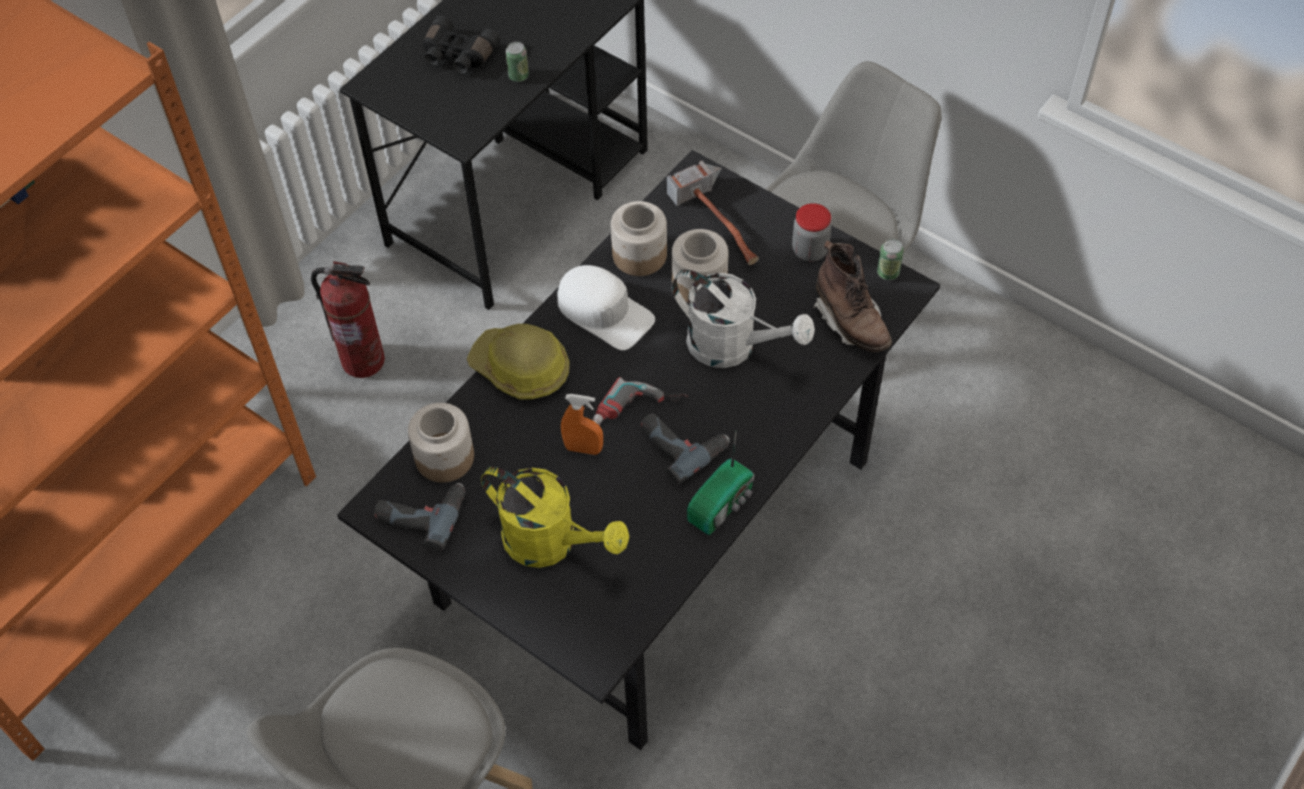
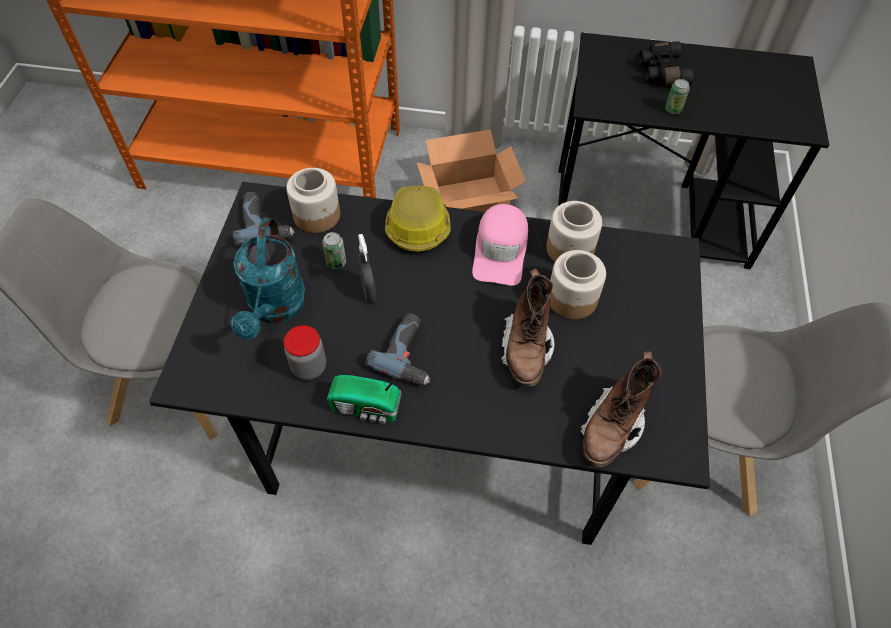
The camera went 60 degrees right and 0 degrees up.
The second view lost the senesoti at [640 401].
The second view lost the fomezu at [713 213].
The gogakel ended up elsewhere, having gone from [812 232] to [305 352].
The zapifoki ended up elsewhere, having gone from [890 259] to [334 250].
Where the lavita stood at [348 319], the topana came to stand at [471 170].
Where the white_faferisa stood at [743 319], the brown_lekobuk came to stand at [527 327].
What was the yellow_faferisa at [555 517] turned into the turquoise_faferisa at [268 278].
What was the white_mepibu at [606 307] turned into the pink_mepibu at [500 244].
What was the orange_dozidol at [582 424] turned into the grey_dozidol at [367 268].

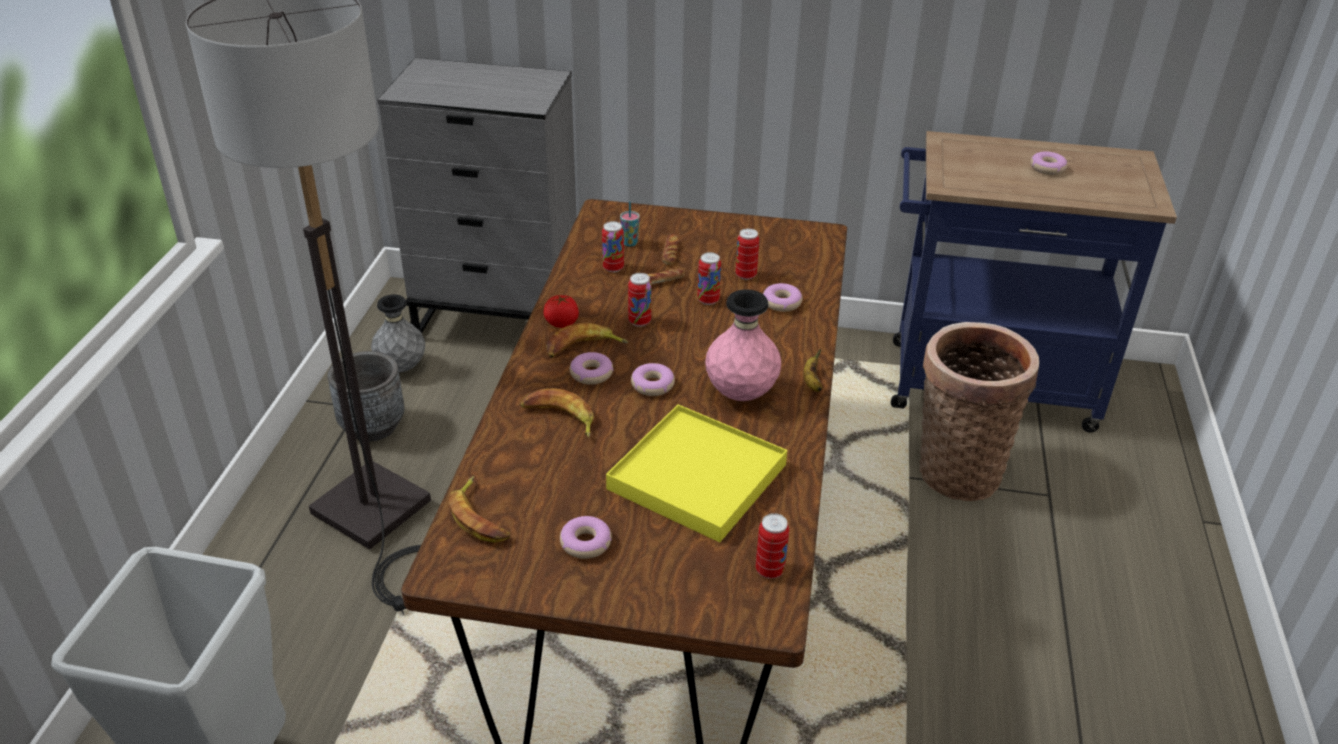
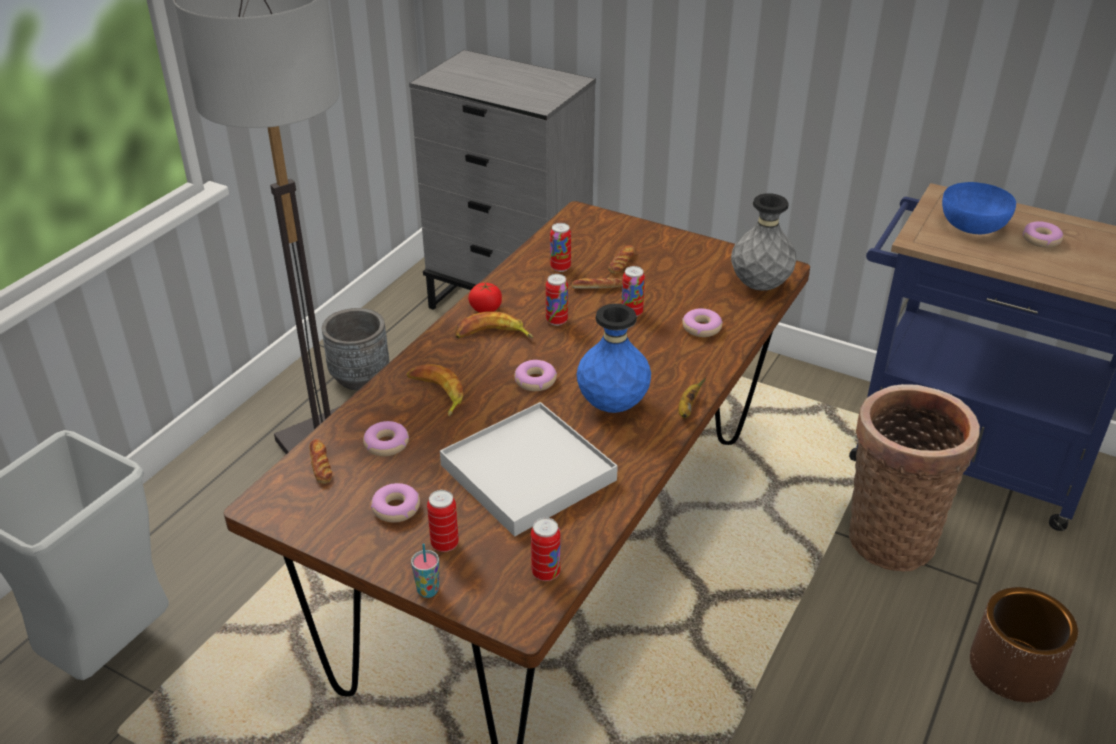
The camera went 20 degrees right and 0 degrees up.
The second view gained the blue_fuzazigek at [979 208].
The second view gained the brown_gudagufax at [1024 644].
The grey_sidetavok ended up elsewhere, having gone from [398 333] to [764 242].
The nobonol ended up elsewhere, having gone from [591 368] to [386 438].
The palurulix ended up elsewhere, having gone from [630 224] to [425 570].
The zapifoki ended up elsewhere, having gone from [747 254] to [443 521].
Where the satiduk stood at [479 509], the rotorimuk came to stand at [320 461].
What was the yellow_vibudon at [696 473] turned into the white_vibudon at [529 469].
What was the pink_sidetavok at [743 345] turned into the blue_sidetavok at [614 358].

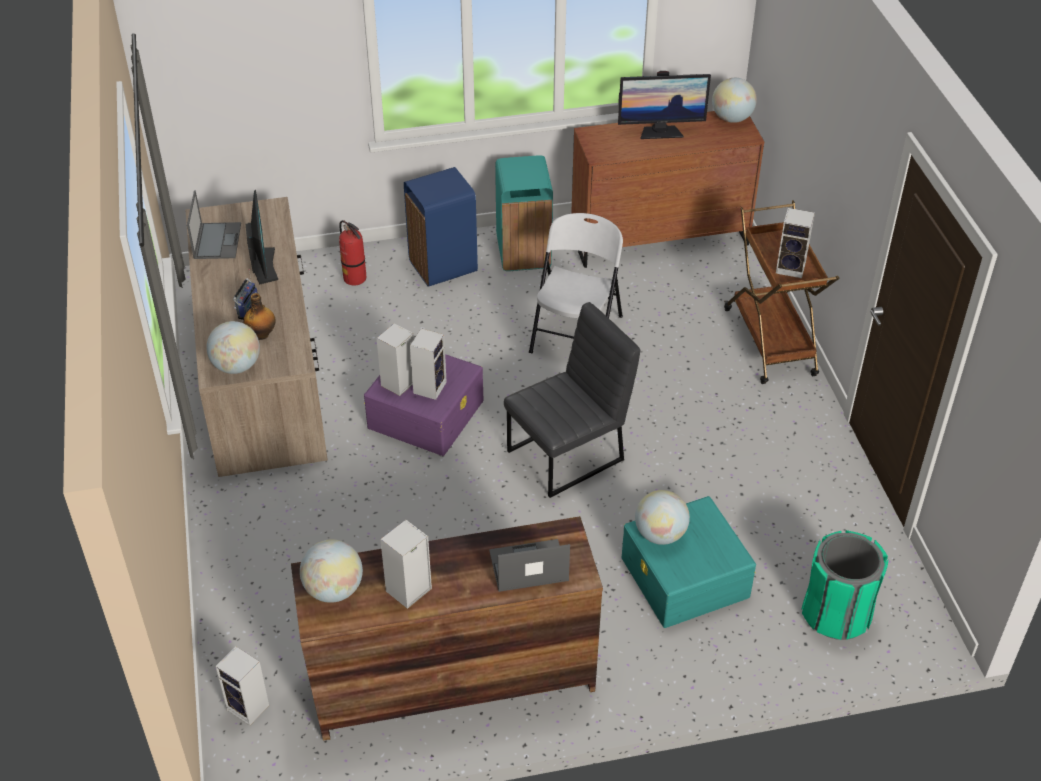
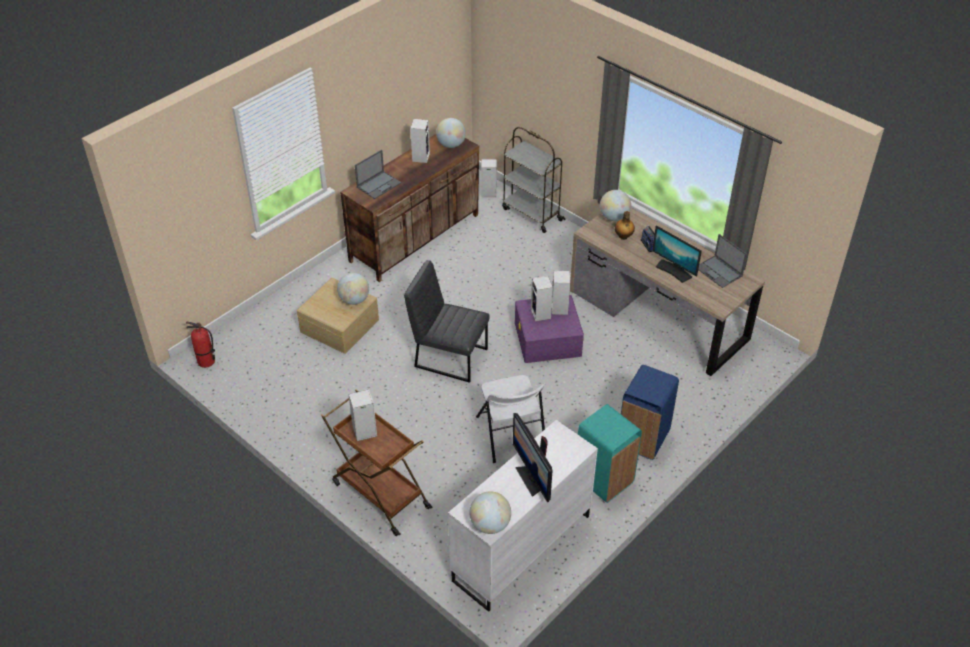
The camera went 145 degrees right and 0 degrees up.
The second view lost the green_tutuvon at [845 585].
The second view gained the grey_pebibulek at [533 180].
The lavita ended up elsewhere, having gone from [352 252] to [200 345].
What was the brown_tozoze at [667 189] turned into the white_tozoze at [523 516].
What was the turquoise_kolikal at [689 562] turned into the beige_kolikal at [338 316].
The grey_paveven at [572 400] ended up facing another way, 90 degrees clockwise from before.
The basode at [664 105] ended up facing another way, 75 degrees counterclockwise from before.

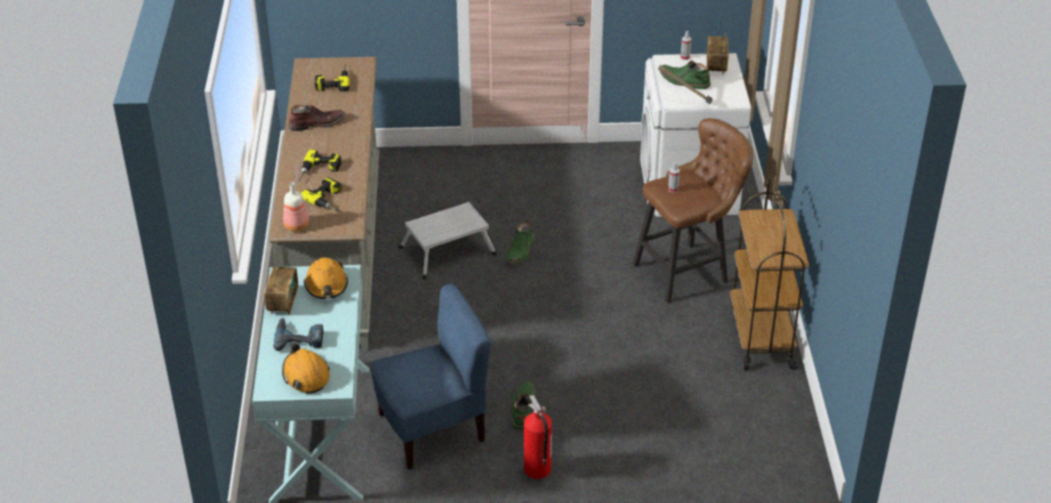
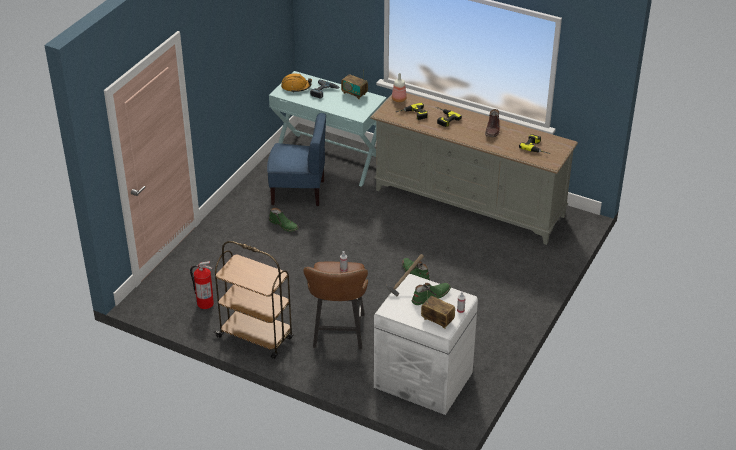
The camera went 120 degrees right and 0 degrees up.
The second view lost the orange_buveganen at [326 278].
The second view lost the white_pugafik at [448 241].
The lavita ended up elsewhere, having gone from [538 437] to [202 285].
The blue_paveven at [431 377] ended up facing another way, 90 degrees counterclockwise from before.

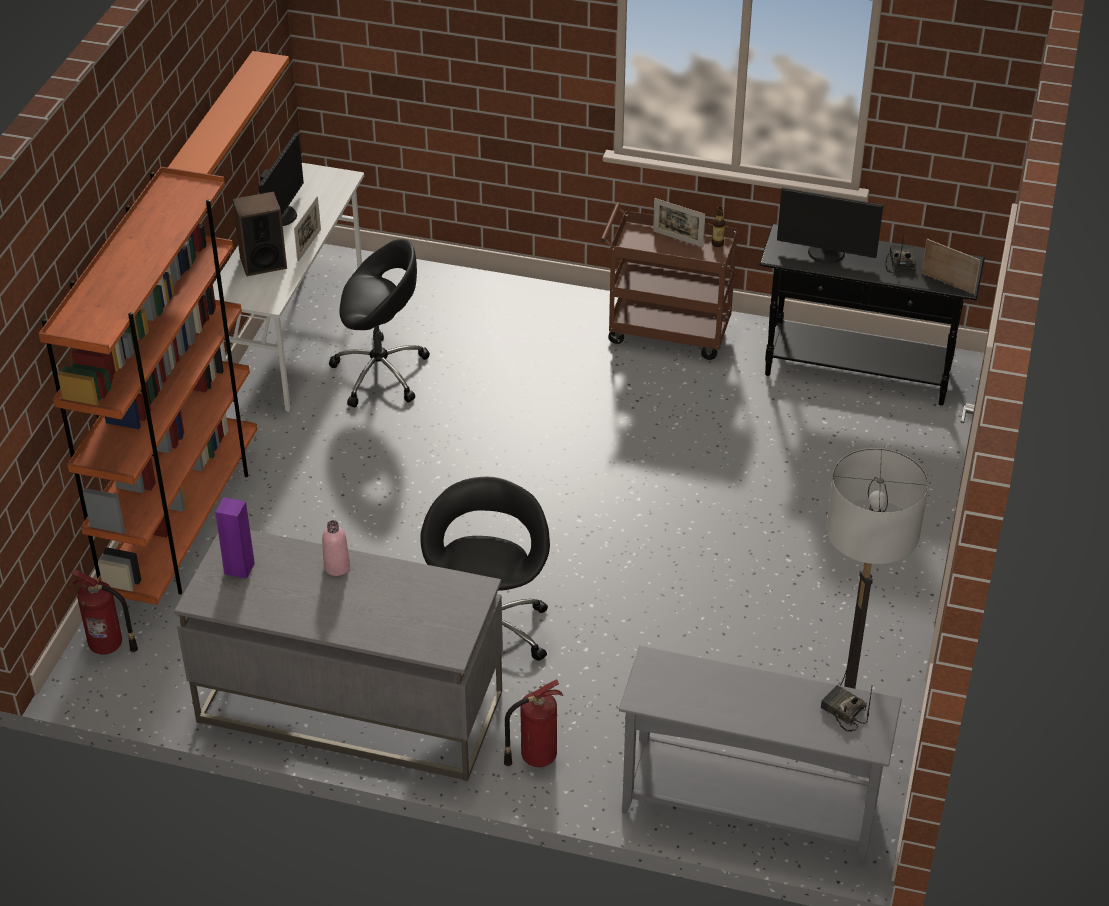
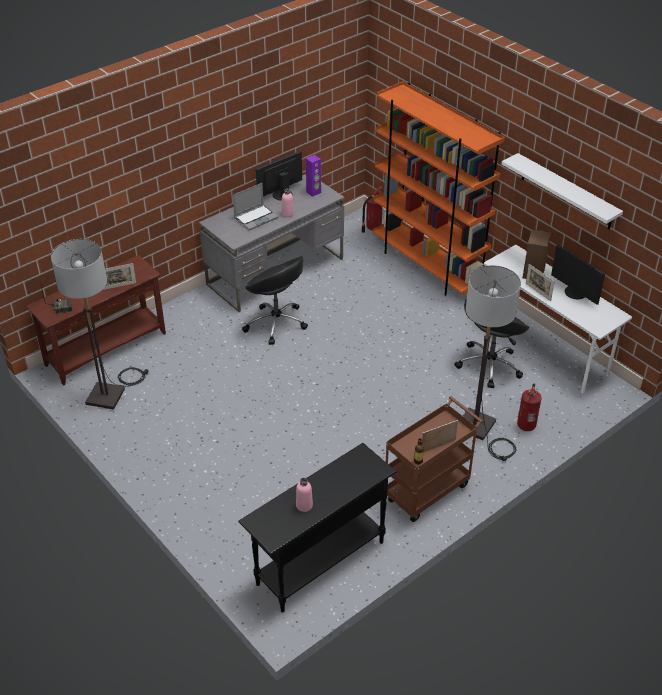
The camera went 125 degrees right and 0 degrees up.
The second view gained the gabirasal at [255 206].
The second view gained the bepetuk at [492 363].
The lavita ended up elsewhere, having gone from [533 723] to [529 407].
The basode ended up elsewhere, having gone from [830 226] to [279 175].
The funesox ended up elsewhere, having gone from [951 266] to [119 276].
Where the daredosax stood at [901 252], the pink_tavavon came to stand at [304 495].
What was the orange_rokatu at [228 112] turned into the white_rokatu at [562 191].
What was the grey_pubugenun at [760 756] turned into the brown_pubugenun at [96 320].

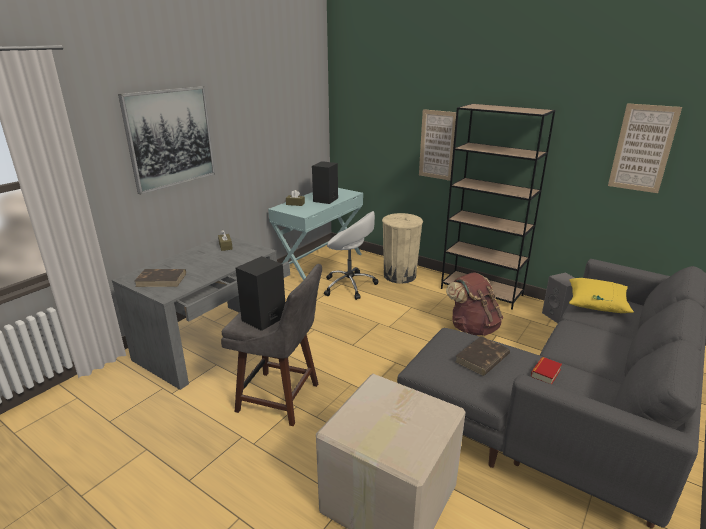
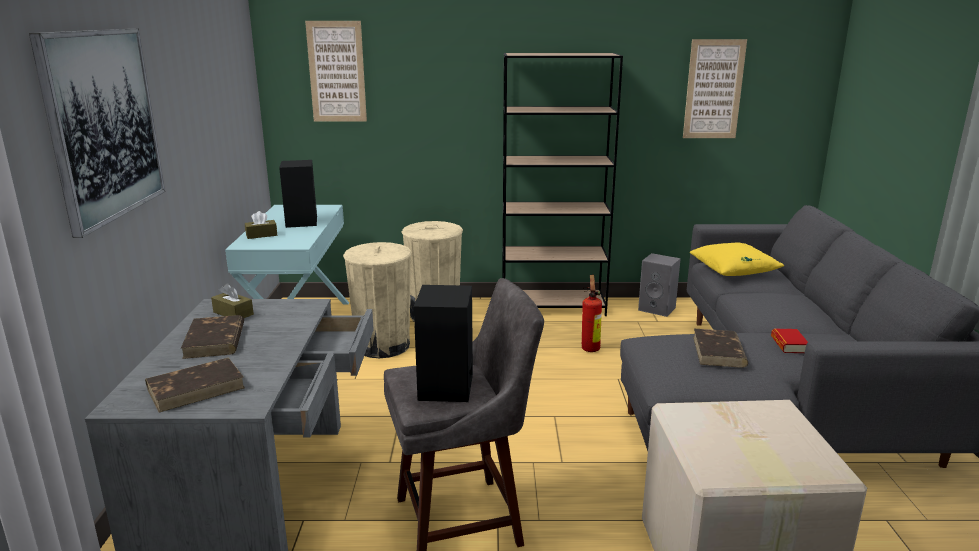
The camera went 35 degrees left and 5 degrees down.
The second view gained the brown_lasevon at [212 337].
The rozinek ended up elsewhere, having gone from [437 144] to [336 71].
Where the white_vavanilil stood at [351 255], the beige_tutuvon came to stand at [377 300].
Where the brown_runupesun stood at [474 304], the lavita came to stand at [592 313].

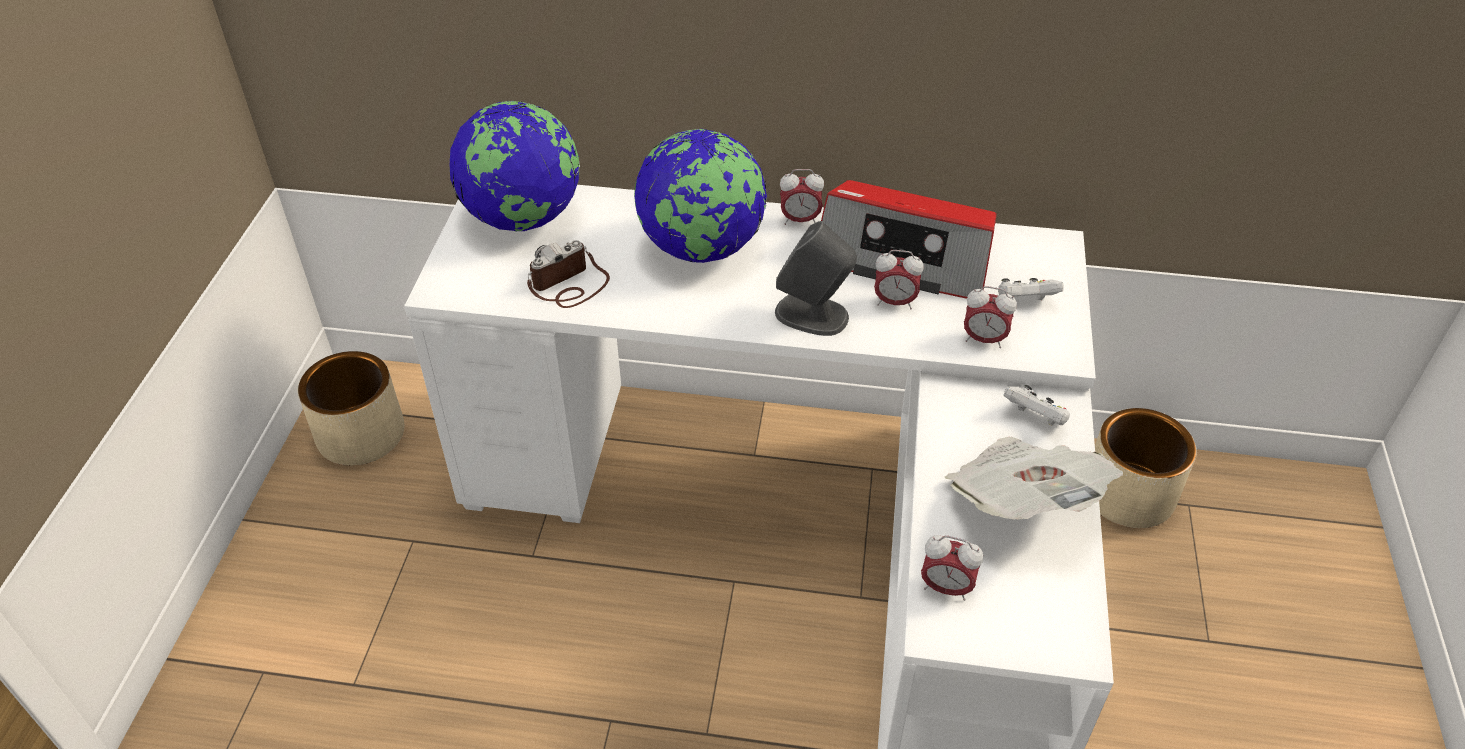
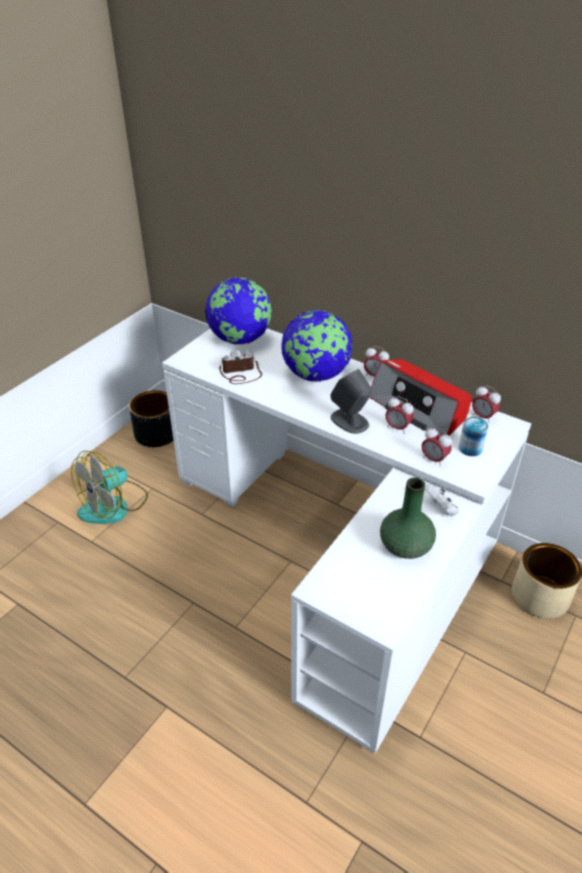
The camera went 25 degrees right and 5 degrees down.
The second view gained the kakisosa at [109 487].
The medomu ended up elsewhere, having gone from [952 568] to [486 404].
Where the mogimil stood at [1034 478], the green_sidetavok came to stand at [408 518].
Where the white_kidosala stood at [1031 289], the zapifoki came to stand at [473 436].
What was the beige_gudagufax at [351 408] turned into the black_gudagufax at [151 418].

